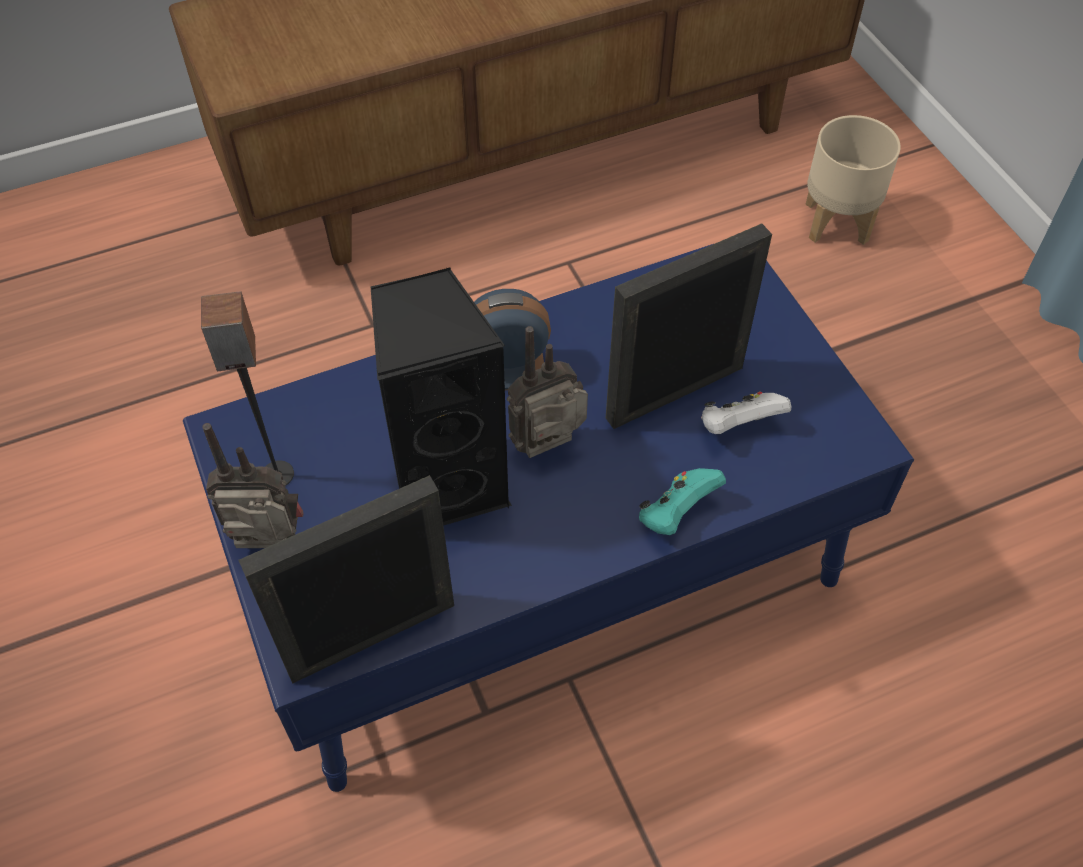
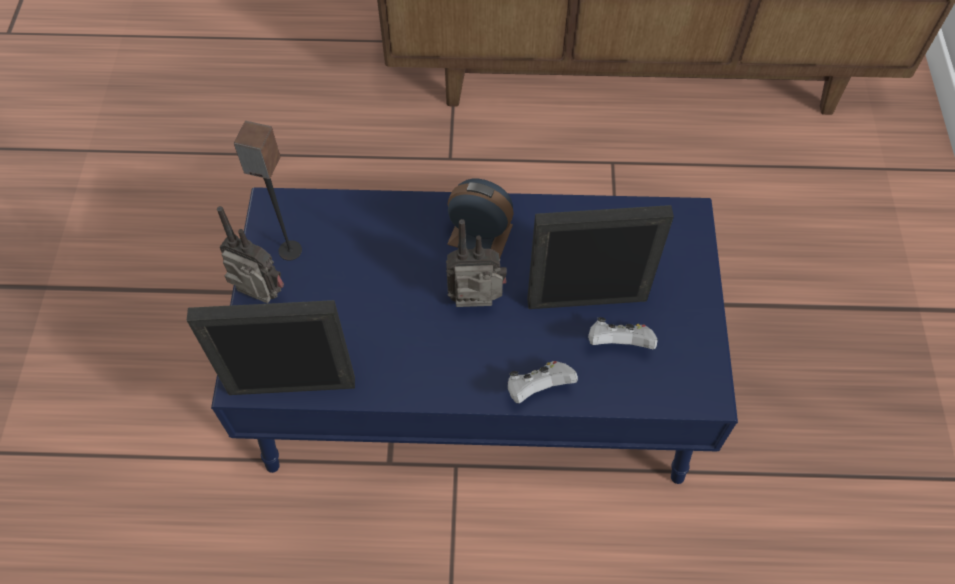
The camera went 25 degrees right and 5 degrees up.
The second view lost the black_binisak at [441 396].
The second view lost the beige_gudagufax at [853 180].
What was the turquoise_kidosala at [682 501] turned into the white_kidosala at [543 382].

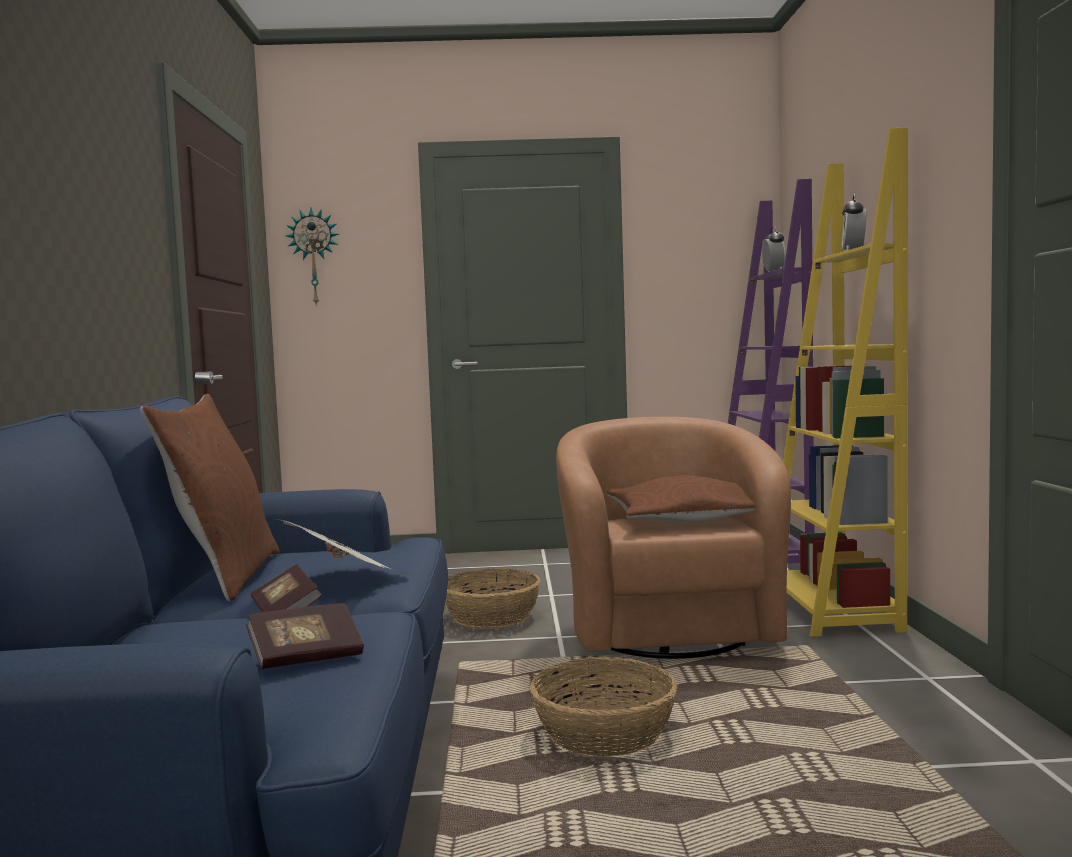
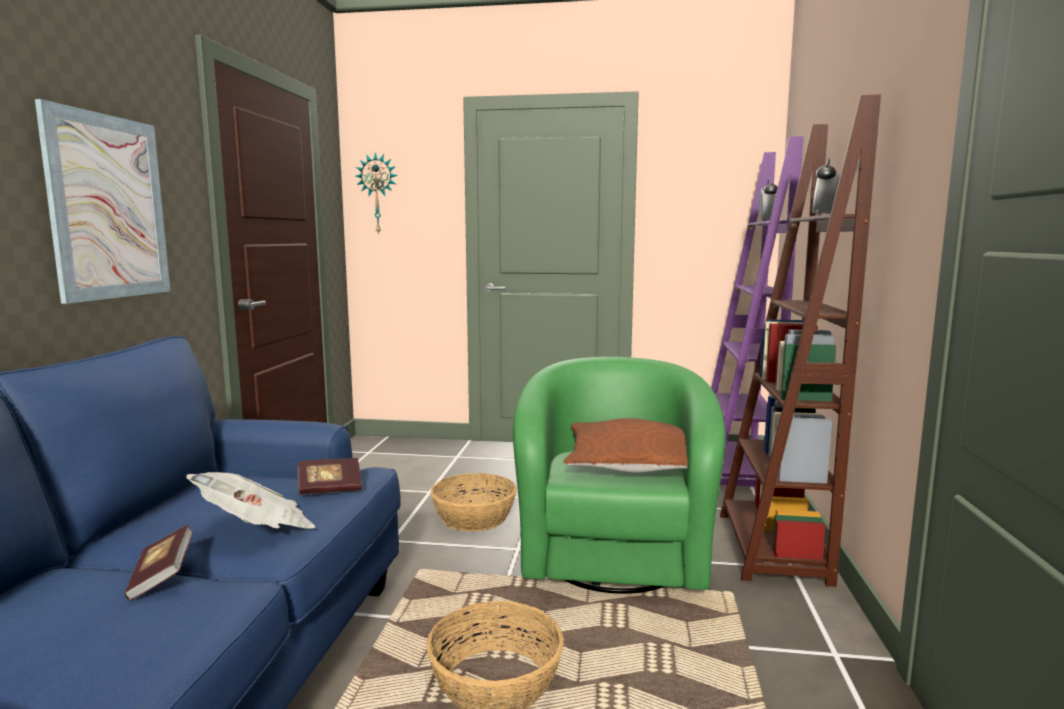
The camera went 10 degrees right and 5 degrees up.
The second view lost the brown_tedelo at [209 497].
The second view gained the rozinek at [102 201].
The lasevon ended up elsewhere, having gone from [305 636] to [329 476].
What was the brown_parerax at [673 538] turned into the green_parerax at [619 475].
What was the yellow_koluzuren at [845 382] turned into the brown_koluzuren at [800 341].

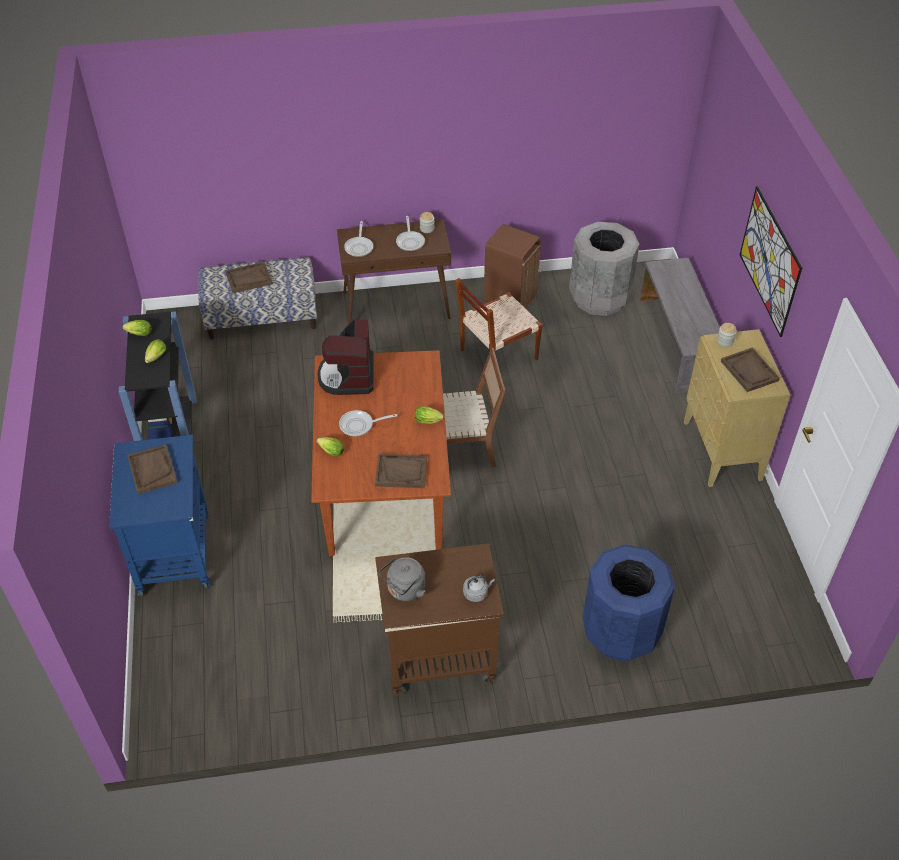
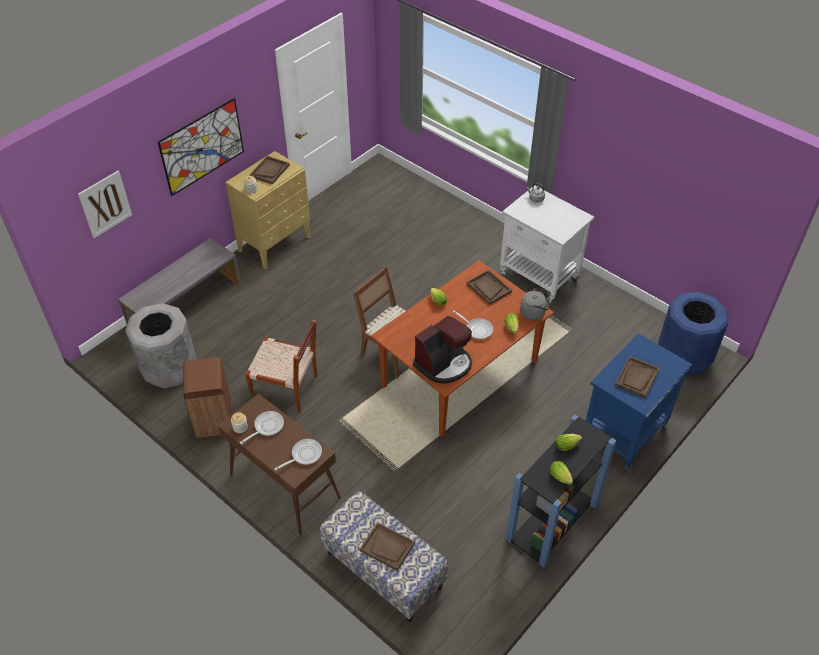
The camera went 130 degrees left and 0 degrees up.
The second view gained the rozinek at [105 204].
The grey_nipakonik ended up elsewhere, having gone from [402 579] to [535 304].
The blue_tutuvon ended up elsewhere, having gone from [629 603] to [693 334].
What was the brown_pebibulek at [439 620] turned into the white_pebibulek at [547 244].

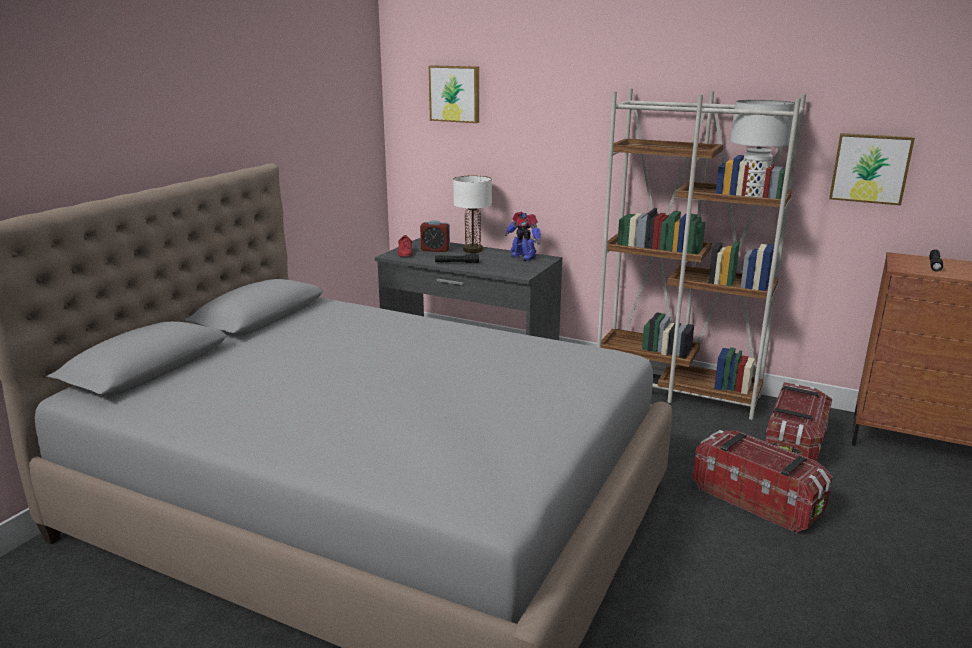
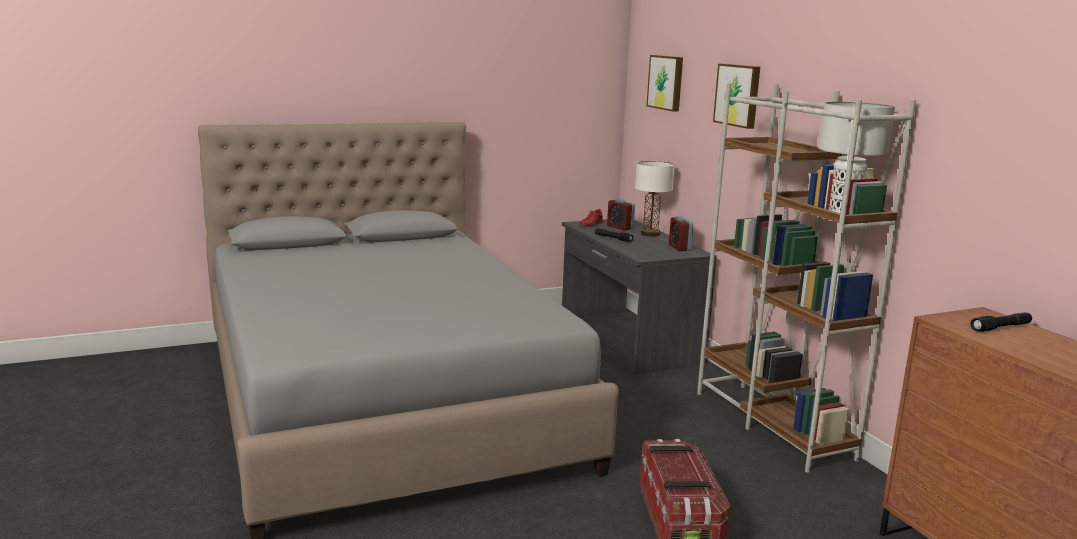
The camera went 40 degrees right and 5 degrees down.
The second view lost the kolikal at [798 421].
The rozinek ended up elsewhere, having gone from [872 169] to [736 96].
Where the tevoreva stood at [523 236], the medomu came to stand at [681 233].

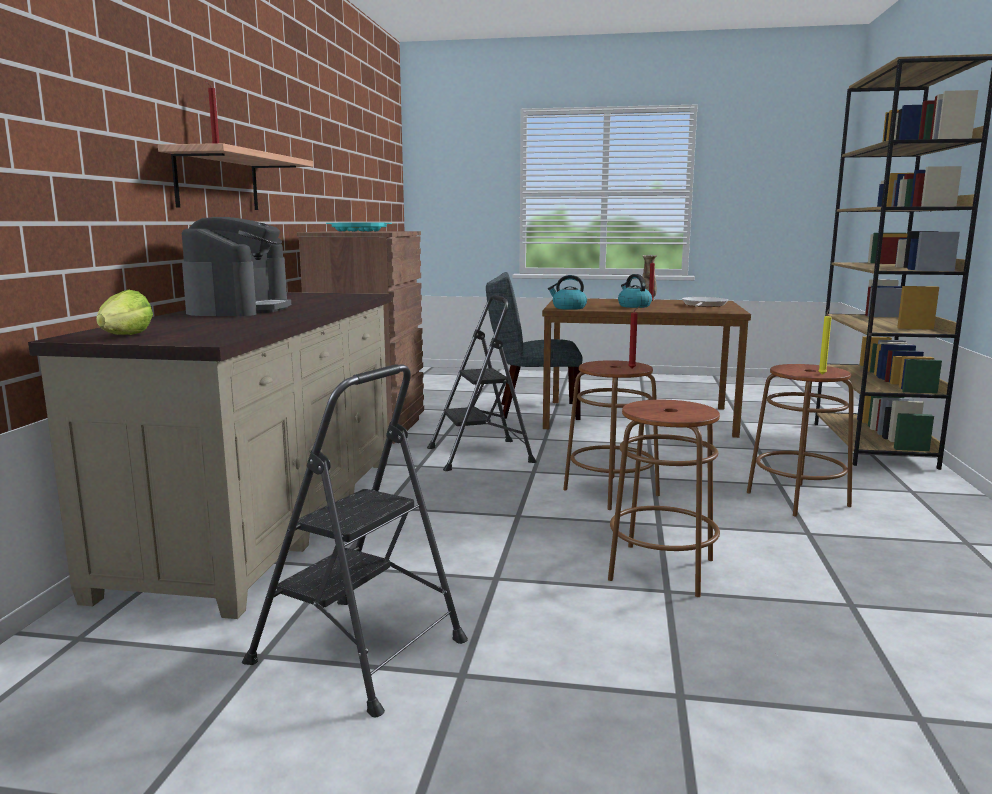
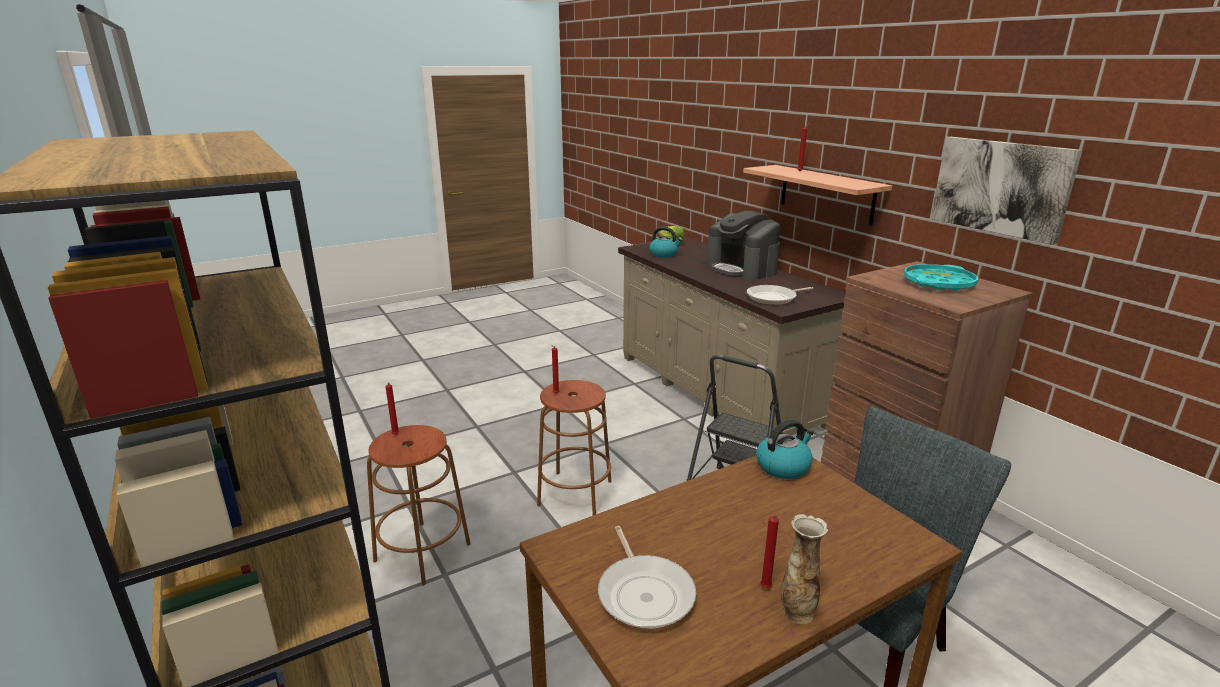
The camera went 140 degrees right and 10 degrees up.
The second view lost the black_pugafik at [355 541].
The second view lost the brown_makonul at [664 498].
The second view gained the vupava at [780 295].
The second view gained the rozinek at [1006 191].
The nipakonik ended up elsewhere, having gone from [635 291] to [666 242].
What was the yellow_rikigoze at [825 342] turned into the red_rikigoze at [392 408].

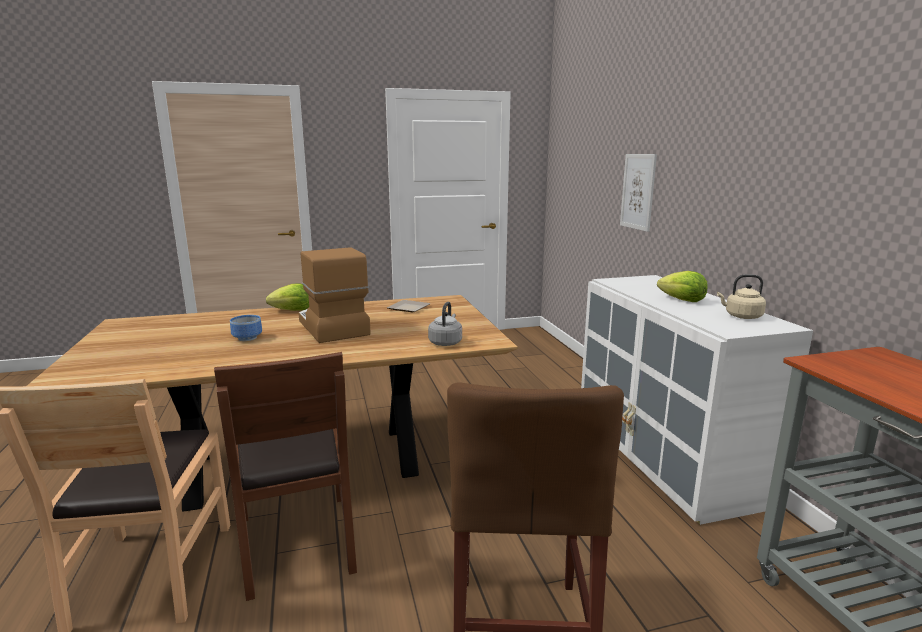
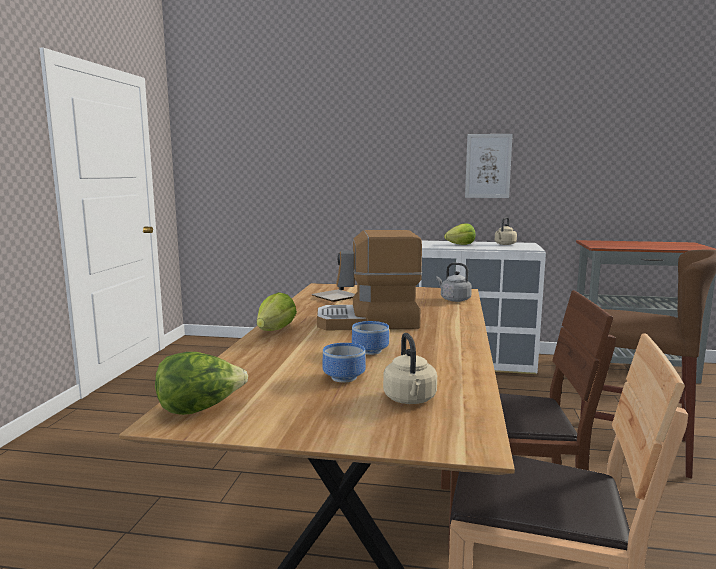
The camera went 65 degrees left and 5 degrees down.
The second view gained the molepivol at [201 383].
The second view gained the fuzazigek at [344 362].
The second view gained the beige_nipakonik at [410 368].
The rozinek ended up elsewhere, having gone from [638 193] to [489 166].

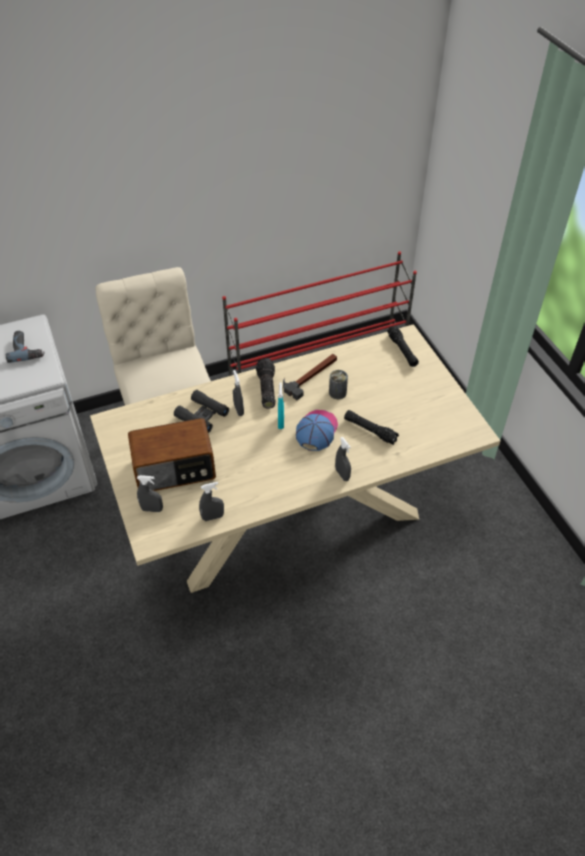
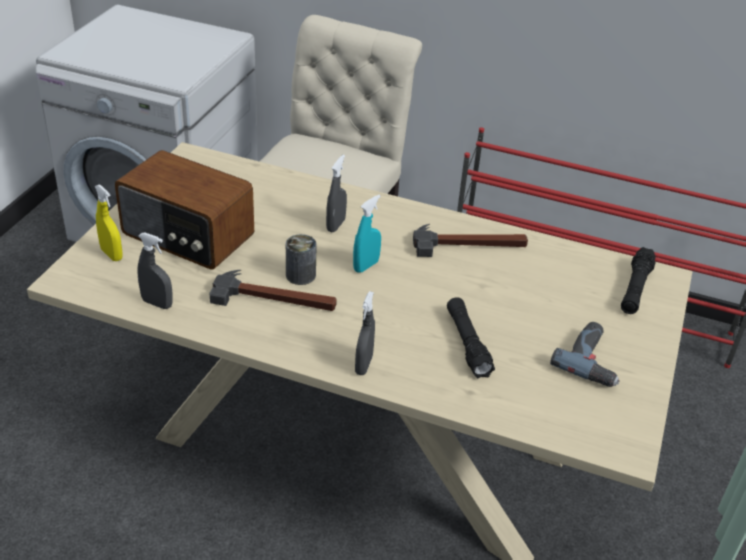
The camera went 40 degrees right and 10 degrees down.
The second view lost the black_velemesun at [201 411].
The second view lost the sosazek at [266 383].
The second view lost the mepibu at [317 430].
The second view gained the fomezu at [273 290].
The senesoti ended up elsewhere, having gone from [25 347] to [585 354].
The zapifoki ended up elsewhere, having gone from [338 384] to [301 259].
What was the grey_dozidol at [150 493] turned into the yellow_dozidol at [108 222].

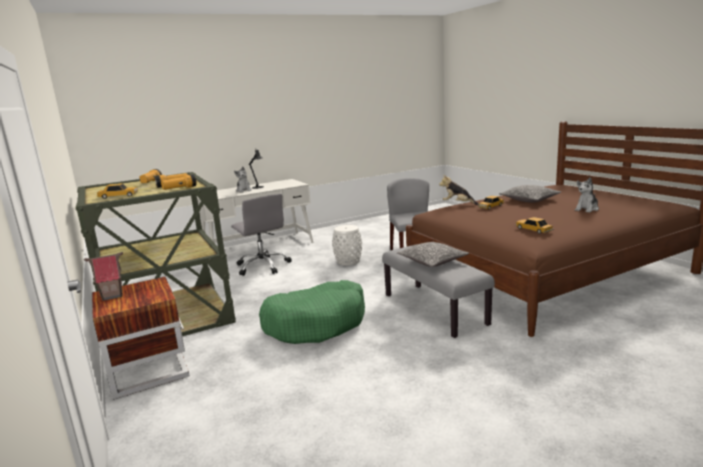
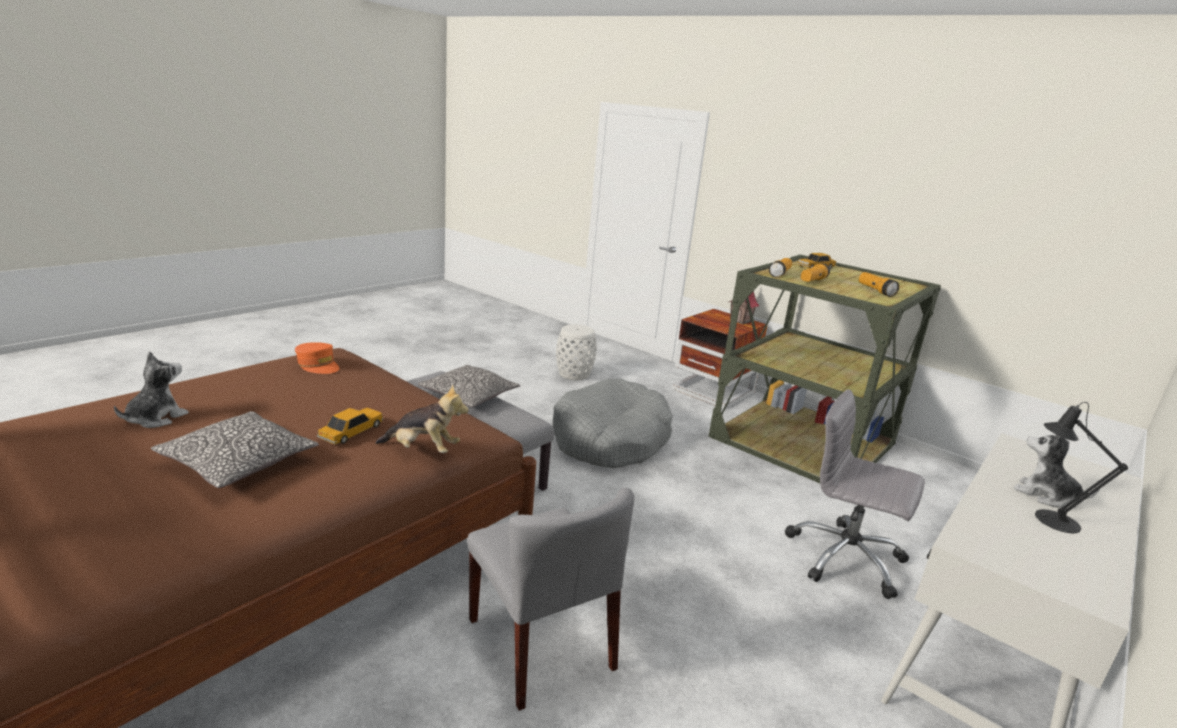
The camera went 155 degrees right and 5 degrees up.
The white_makonul ended up elsewhere, having gone from [347 245] to [576 352].
Where the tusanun stood at [534 225], the orange_mepibu came to stand at [317 358].
What was the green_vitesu at [312 312] turned into the grey_vitesu at [613 423].

